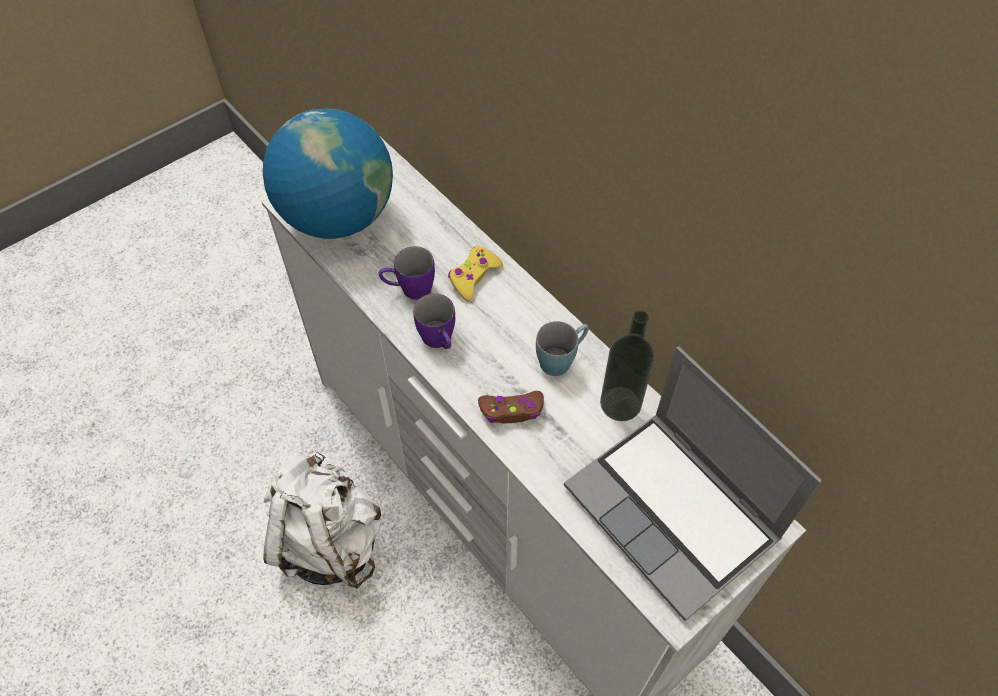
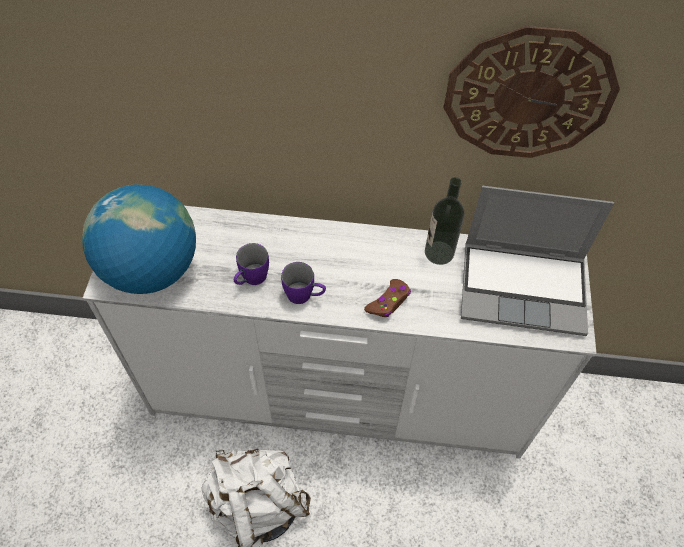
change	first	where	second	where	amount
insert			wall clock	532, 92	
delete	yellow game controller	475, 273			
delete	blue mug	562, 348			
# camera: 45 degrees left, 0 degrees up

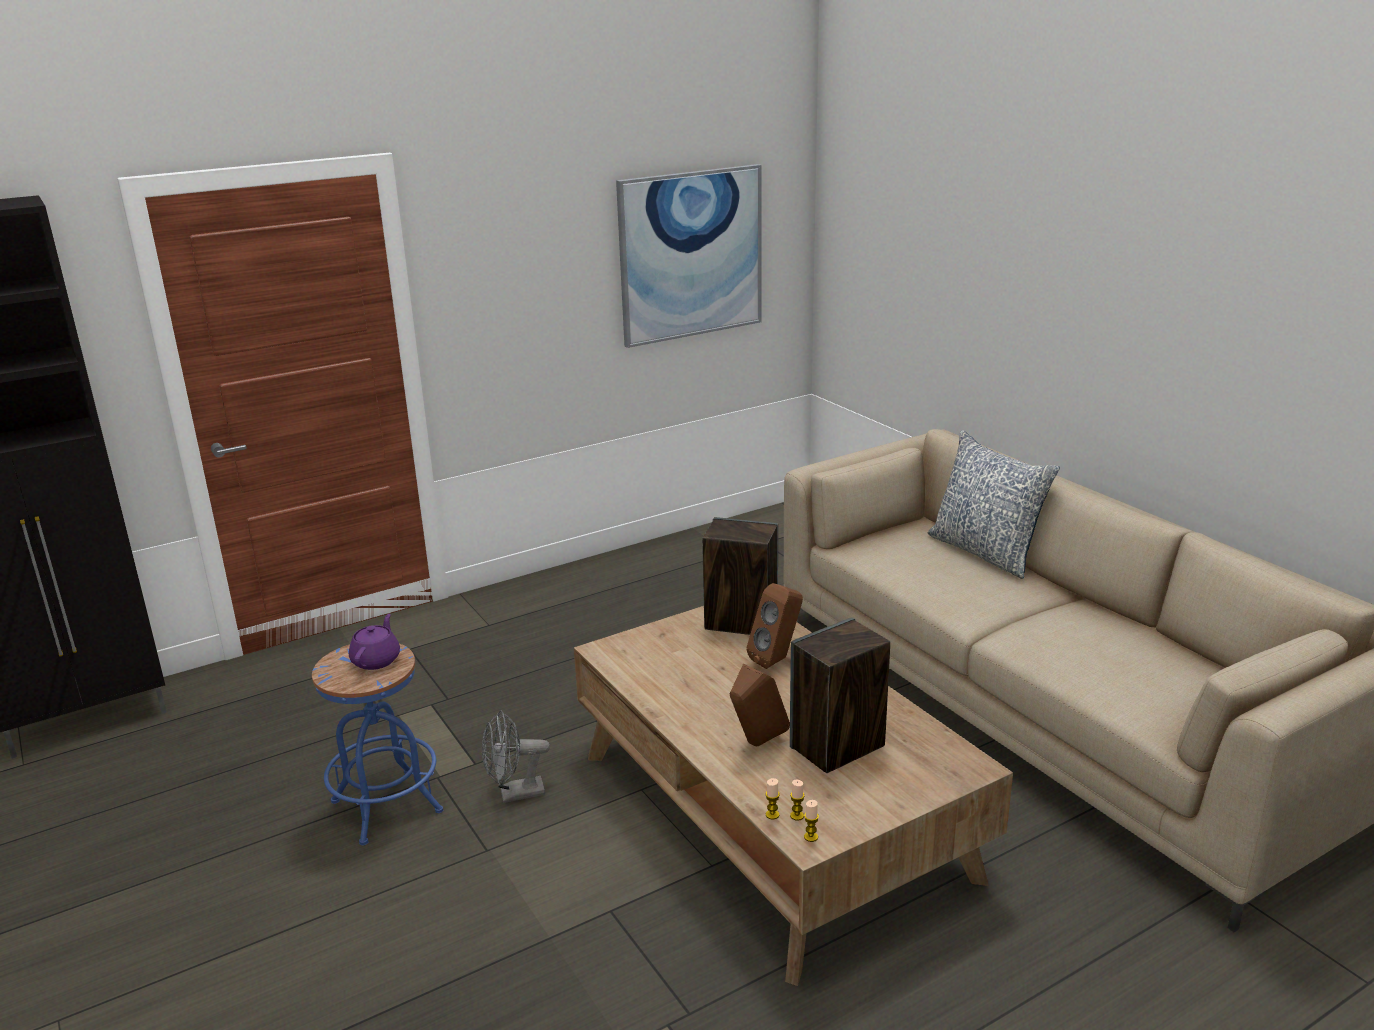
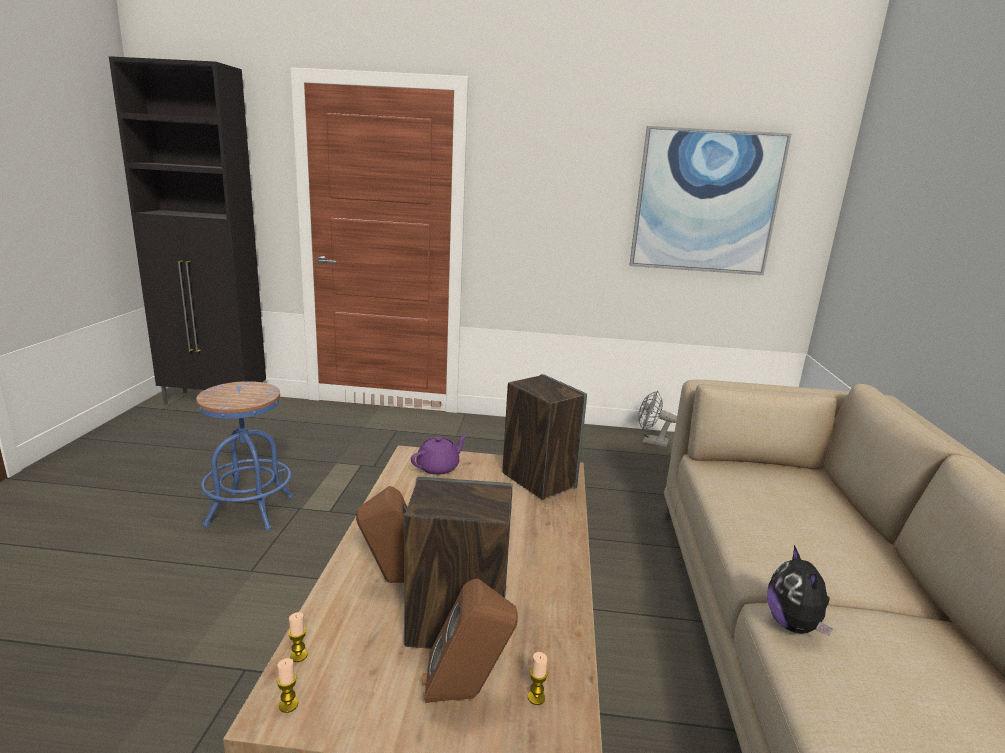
change	first	where	second	where	amount
move	purple teapot	374, 641		439, 455	
move	brown speaker	774, 626		470, 641	
move	candle	797, 800		538, 678	
move	grey fan	516, 756		657, 419	
insert			plush toy	799, 590	
delete	pillow	994, 505			
# camera: 35 degrees right, 5 degrees down

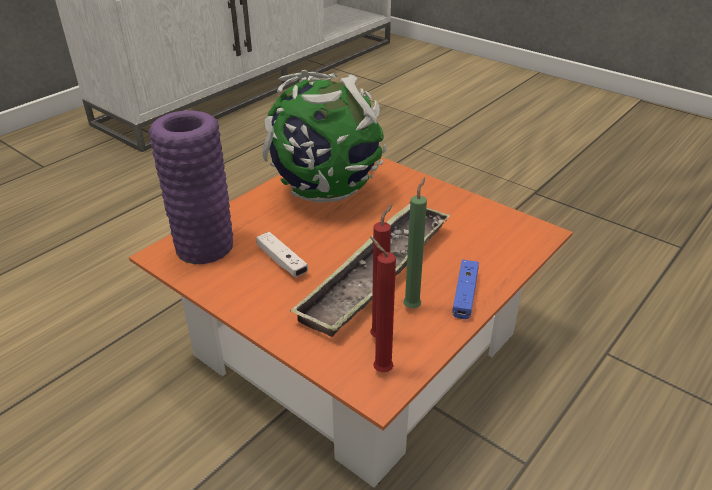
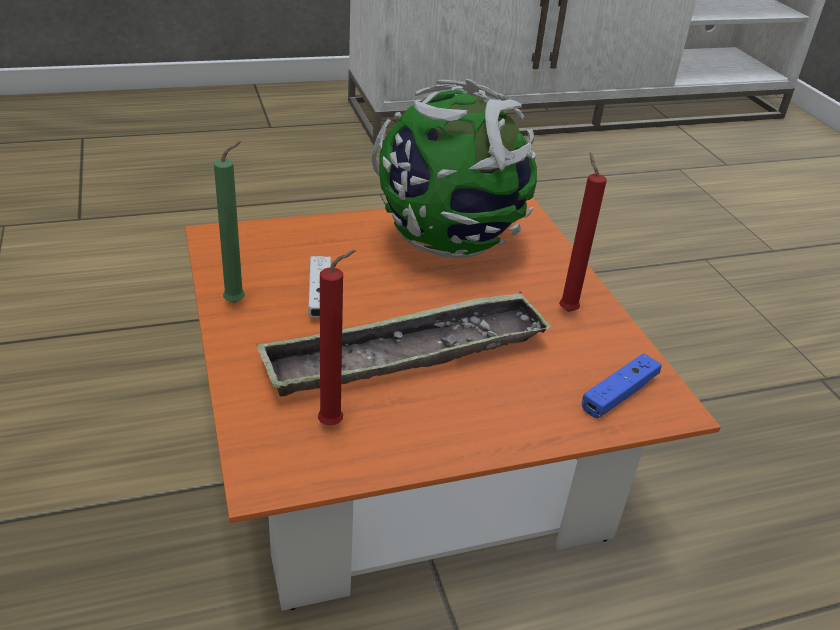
change	first	where	second	where	amount
move	green candle	415, 242		229, 222	
move	red candle	383, 304		583, 232	
move	blue game controller	465, 289		622, 385	
delete	purple vase	191, 187			
# camera: 30 degrees right, 0 degrees up

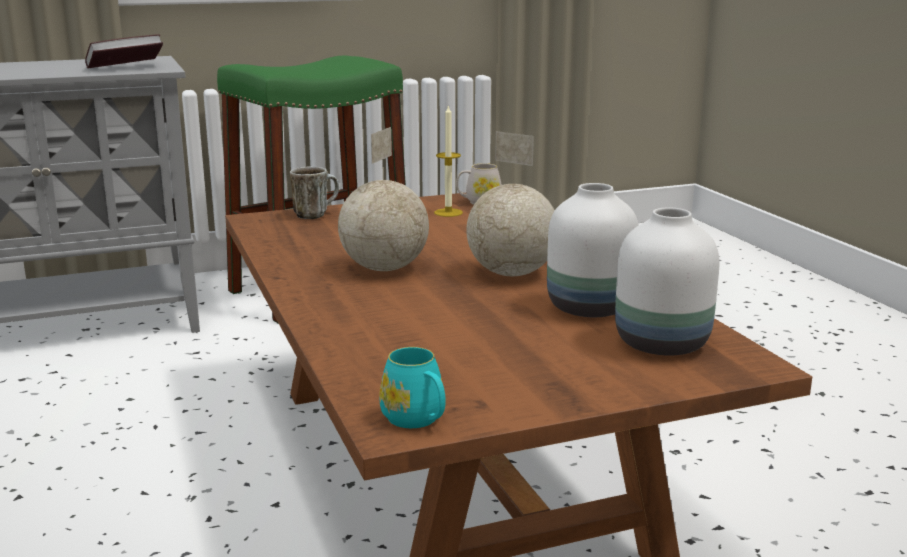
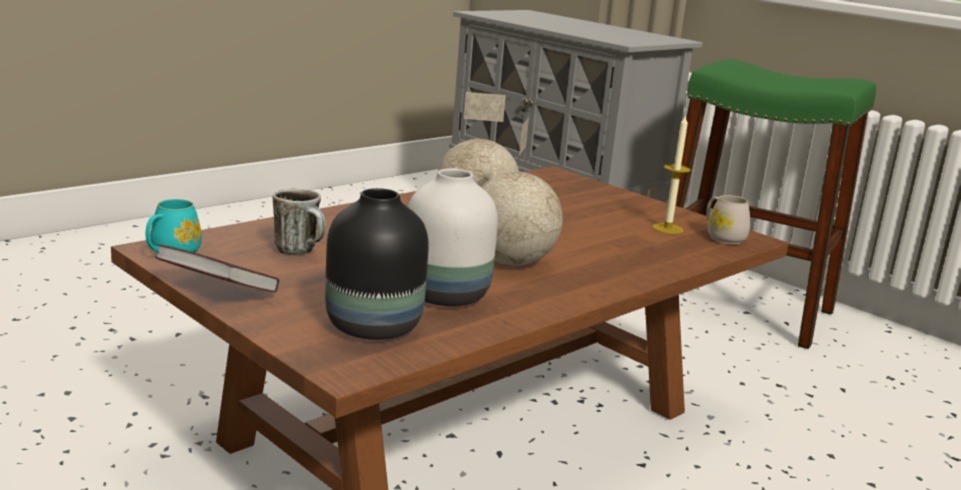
change	first	where	second	where	amount
move	book	124, 51		217, 268	
move	mug	314, 193		299, 222	
recolor	white vase	667, 281	black vase	377, 264	
# camera: 65 degrees right, 0 degrees up

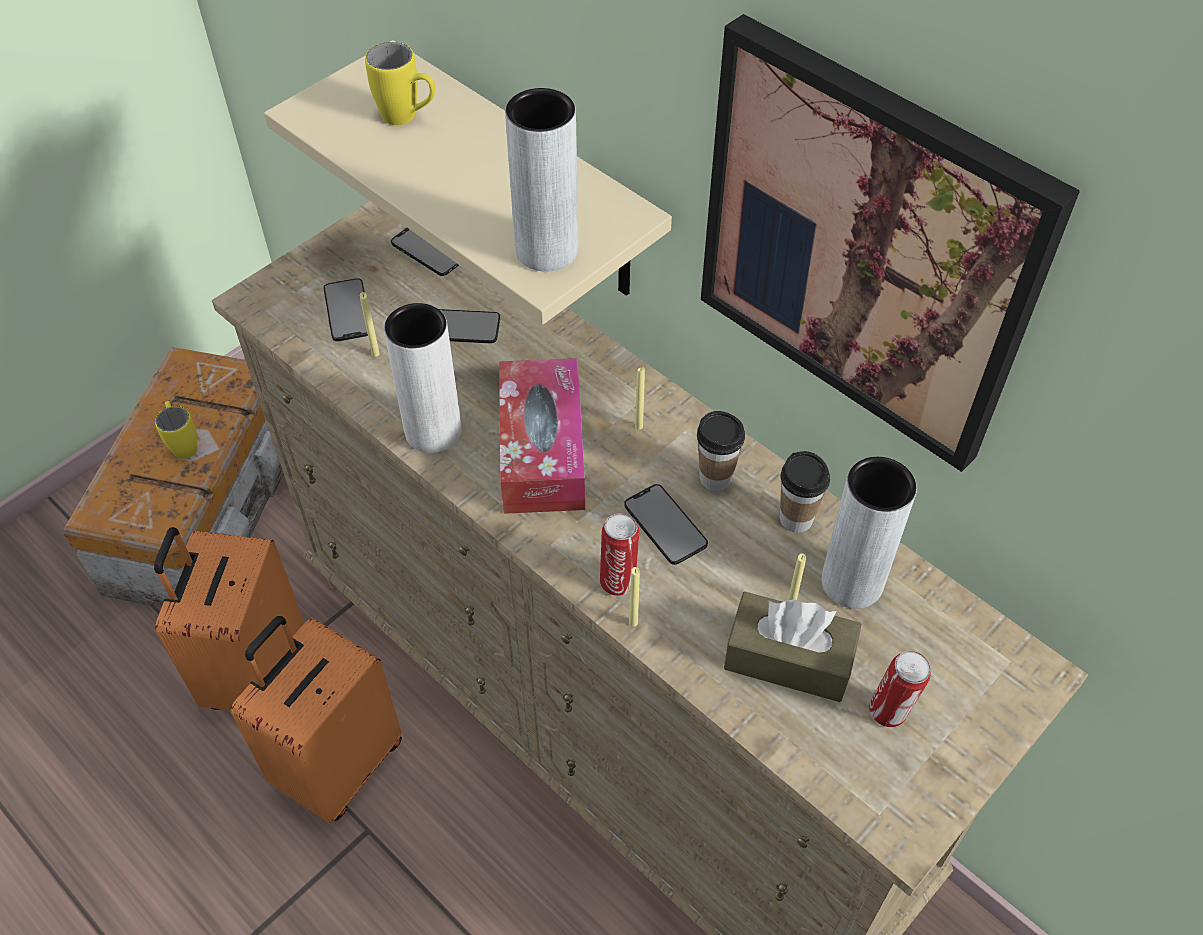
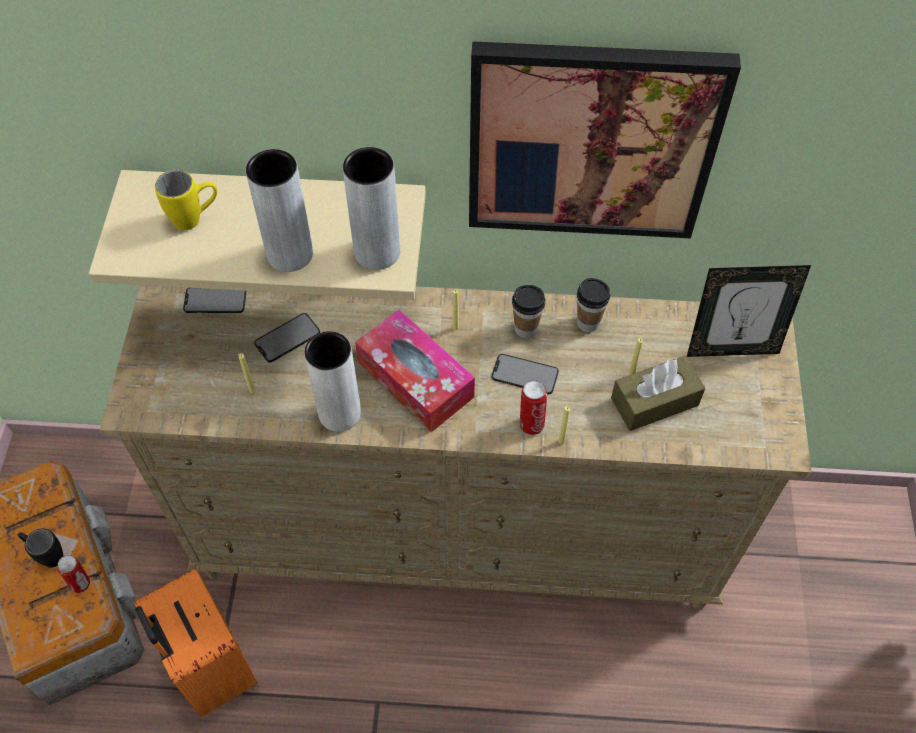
change	first	where	second	where	amount
recolor	yellow mug	176, 430	black mug	40, 548	
move	can	900, 689		73, 574	
move	grey vase	869, 533		279, 210	
insert			picture frame	749, 311	
delete	orange suitcase	316, 719			
delete	phone	345, 309			
# camera: 40 degrees left, 5 degrees up

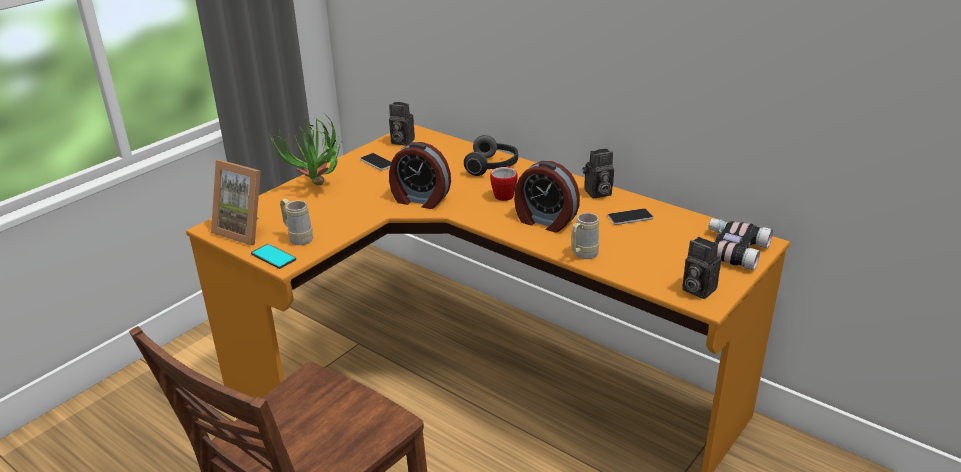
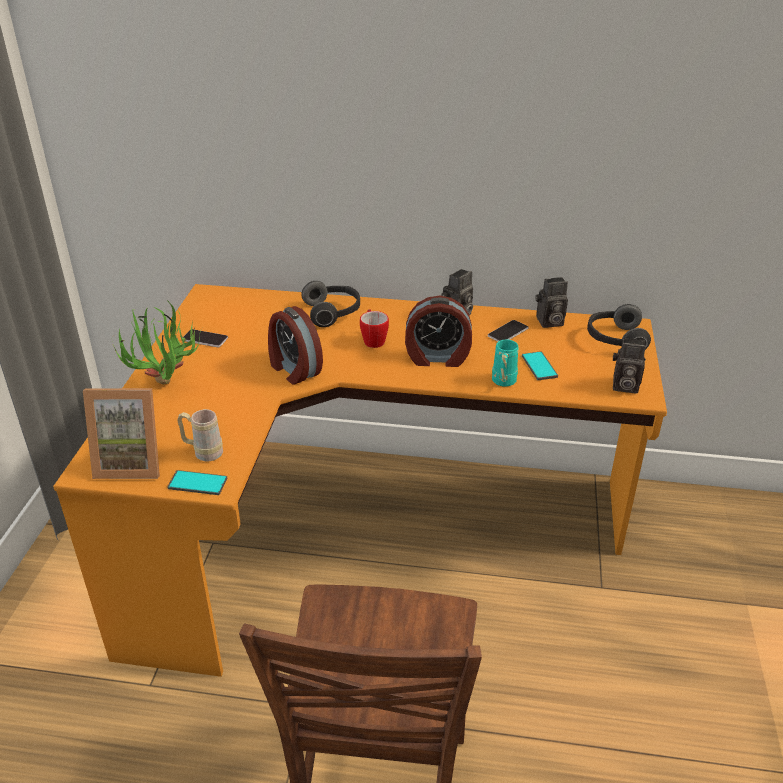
change	first	where	second	where	amount
rotate	alarm clock	420, 175		295, 345	60 degrees clockwise
recolor	beige mug	585, 236	turquoise mug	505, 363	
insert			phone	540, 365	
move	photo camera	402, 124		551, 302	
replace	binoculars	734, 244	headphones	619, 327	
# camera: 30 degrees left, 5 degrees up

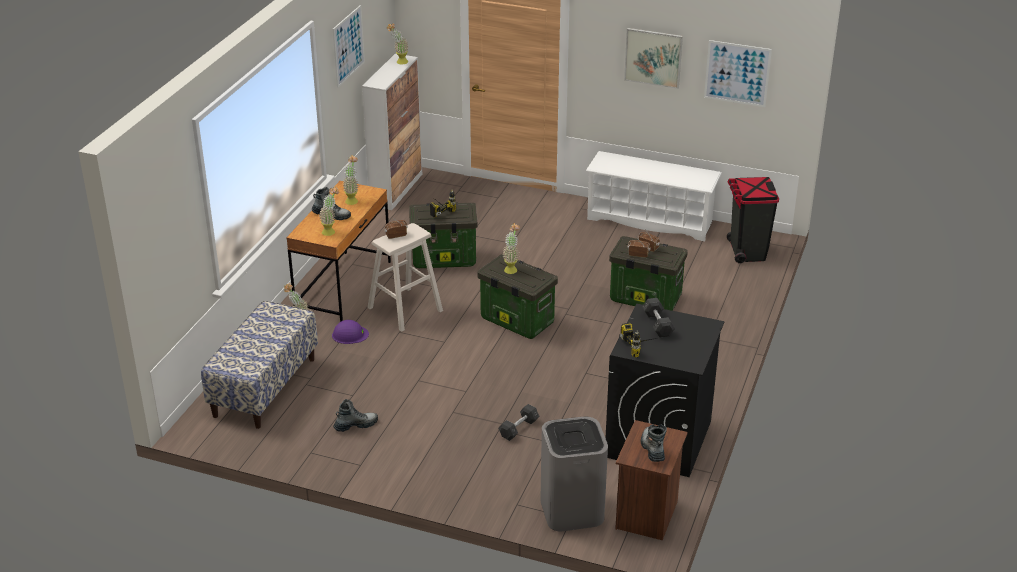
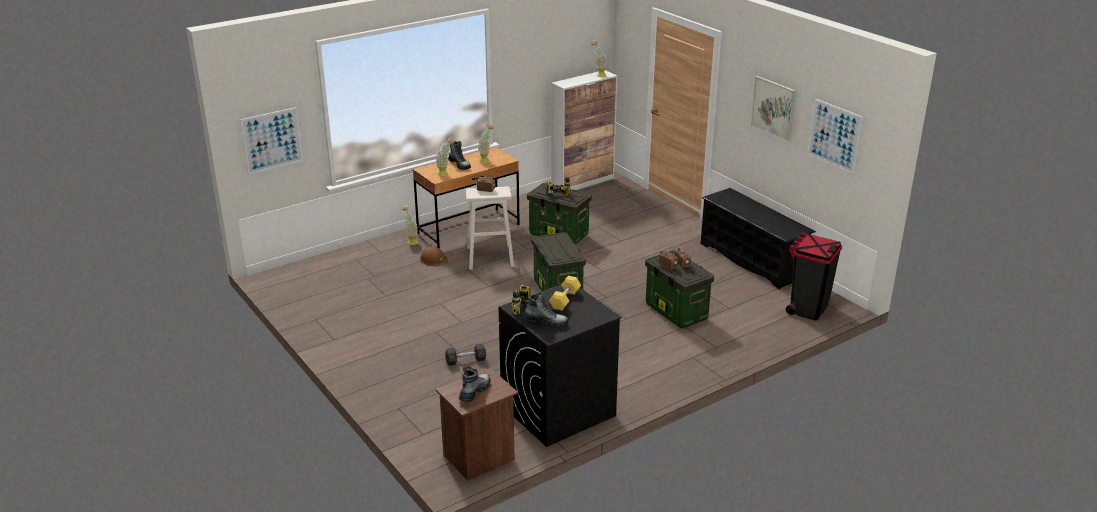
change	first	where	second	where	amount
move	picture	349, 46		271, 140	
recolor	purple hard hat	350, 332	brown hard hat	434, 256	
move	boot	355, 415		545, 309	
recolor	grey dumbbell	658, 318	yellow dumbbell	565, 293	
recolor	white shoe rack	654, 196	black shoe rack	758, 238	
delete	bench	259, 365			
delete	potted plant	511, 248			
delete	grey trash can	574, 473			
# camera: 35 degrees right, 5 degrees down

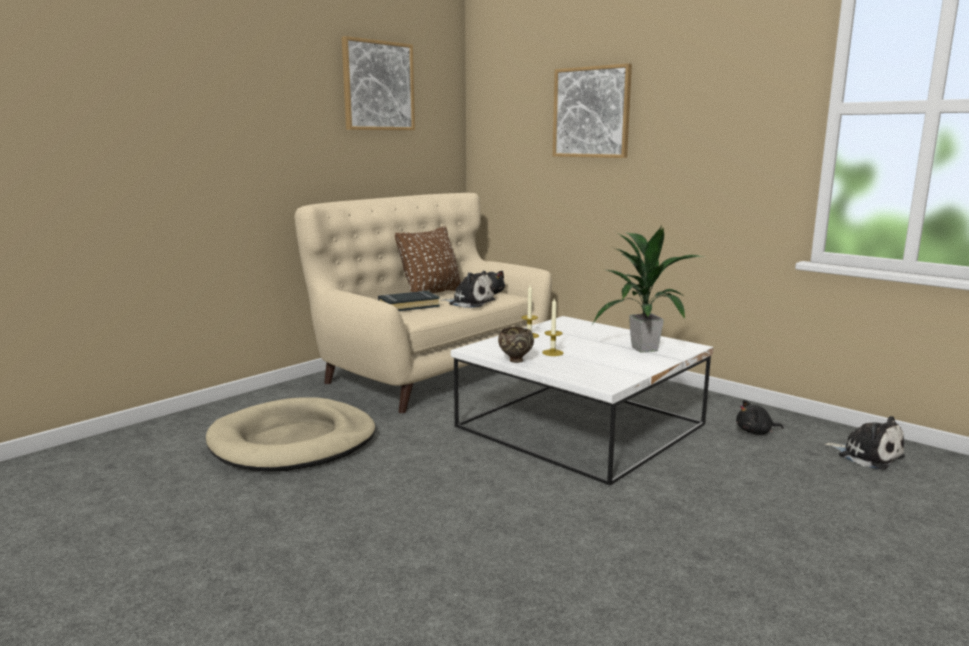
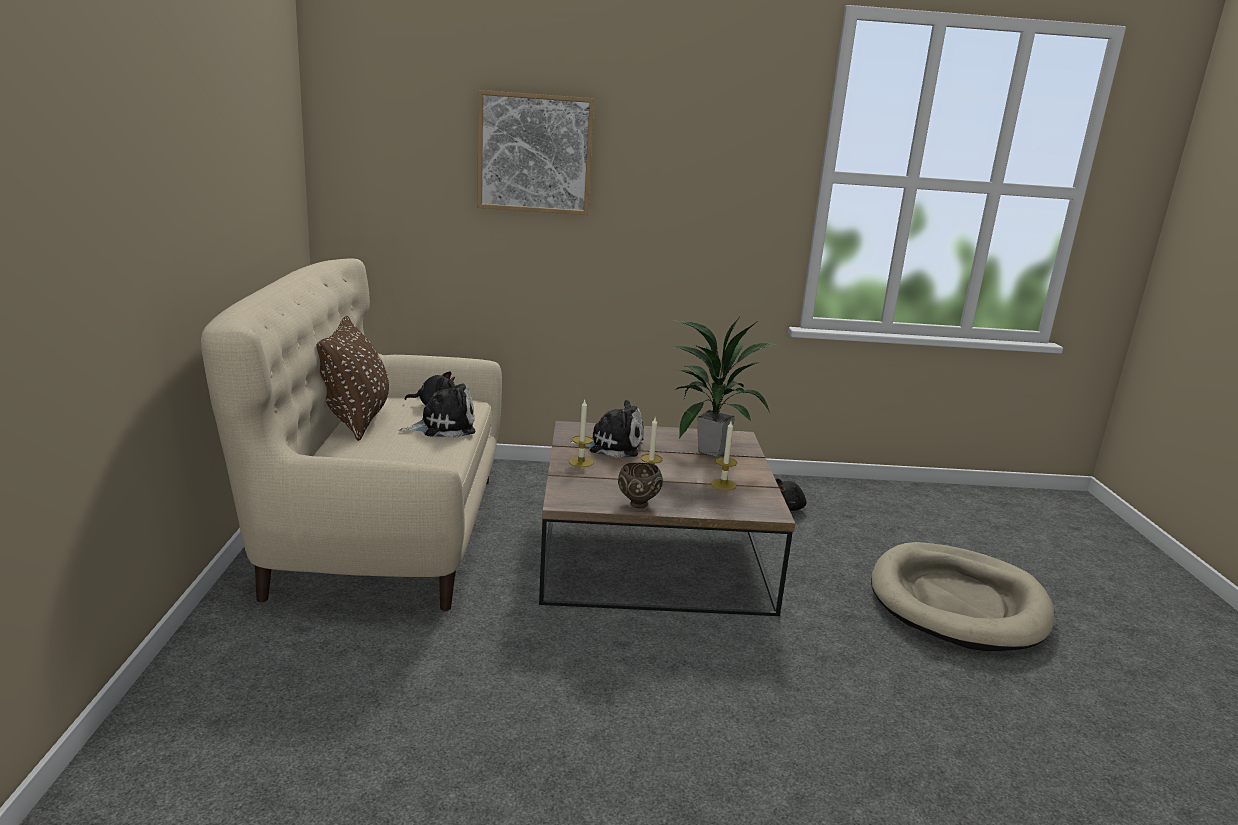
change	first	where	second	where	amount
recolor	white coffee table	582, 400	brown coffee table	667, 518	
move	plush toy	864, 443		606, 429	
insert			candle	724, 455	
move	beige dog bed	291, 434		963, 596	
delete	picture	378, 83			
delete	black book	409, 301			
# camera: 45 degrees left, 5 degrees up

